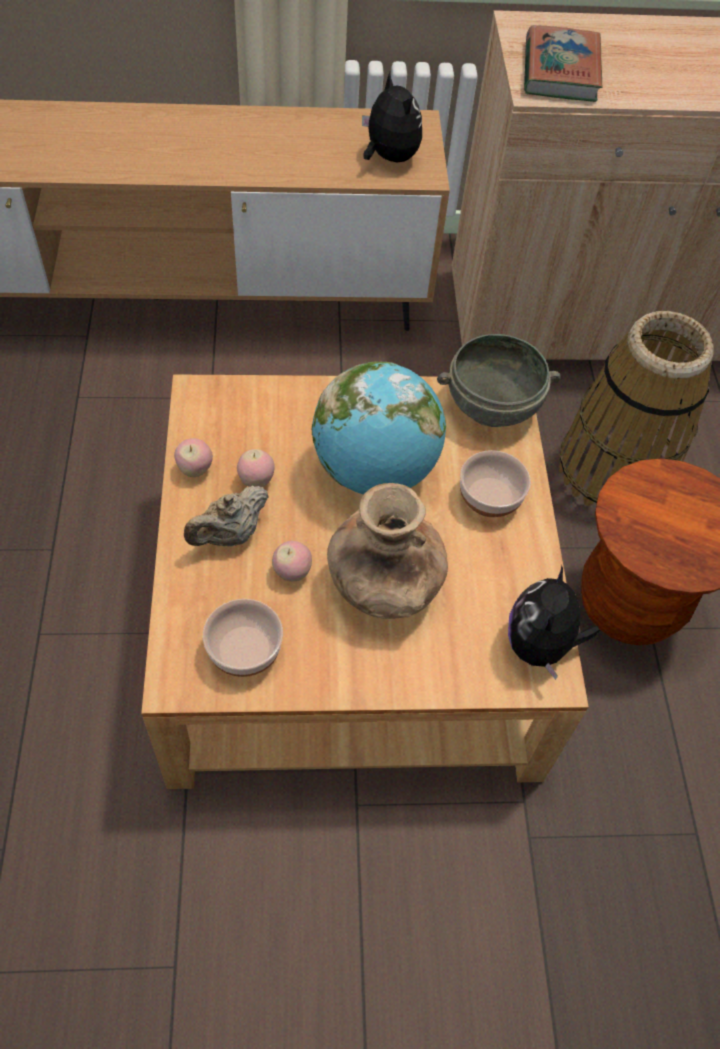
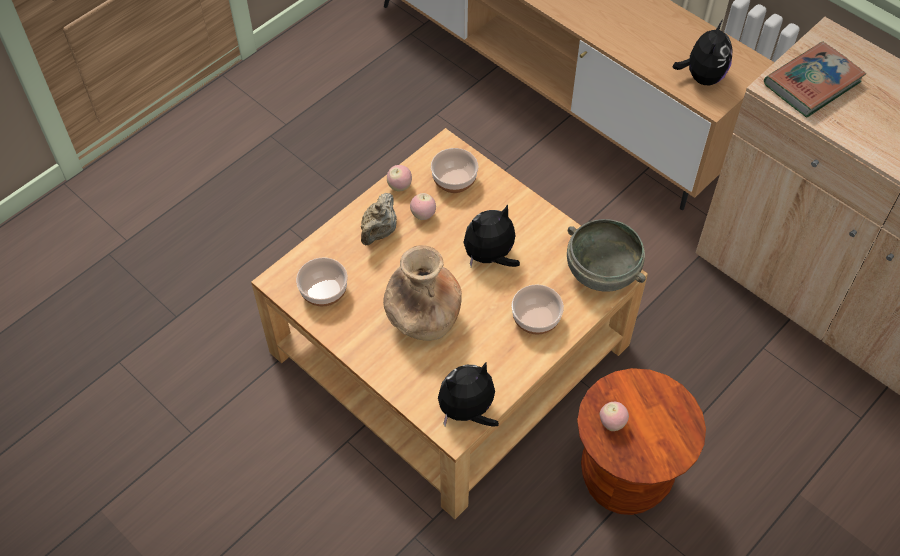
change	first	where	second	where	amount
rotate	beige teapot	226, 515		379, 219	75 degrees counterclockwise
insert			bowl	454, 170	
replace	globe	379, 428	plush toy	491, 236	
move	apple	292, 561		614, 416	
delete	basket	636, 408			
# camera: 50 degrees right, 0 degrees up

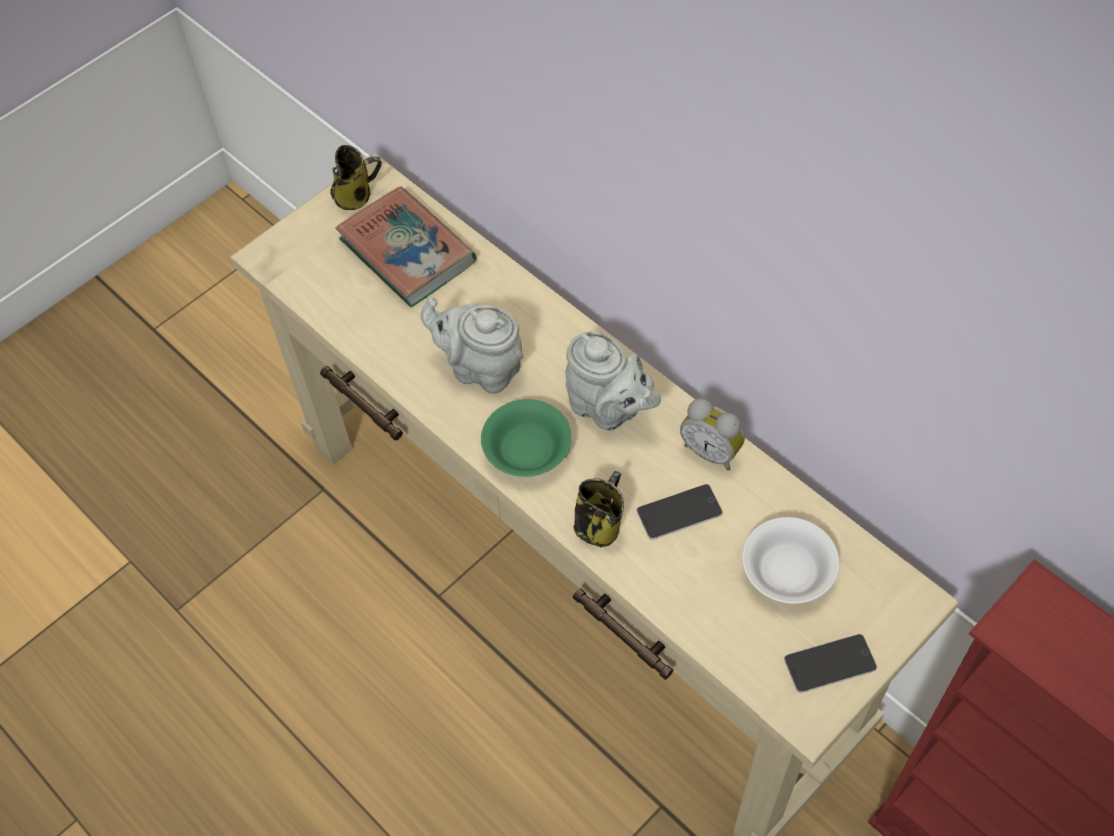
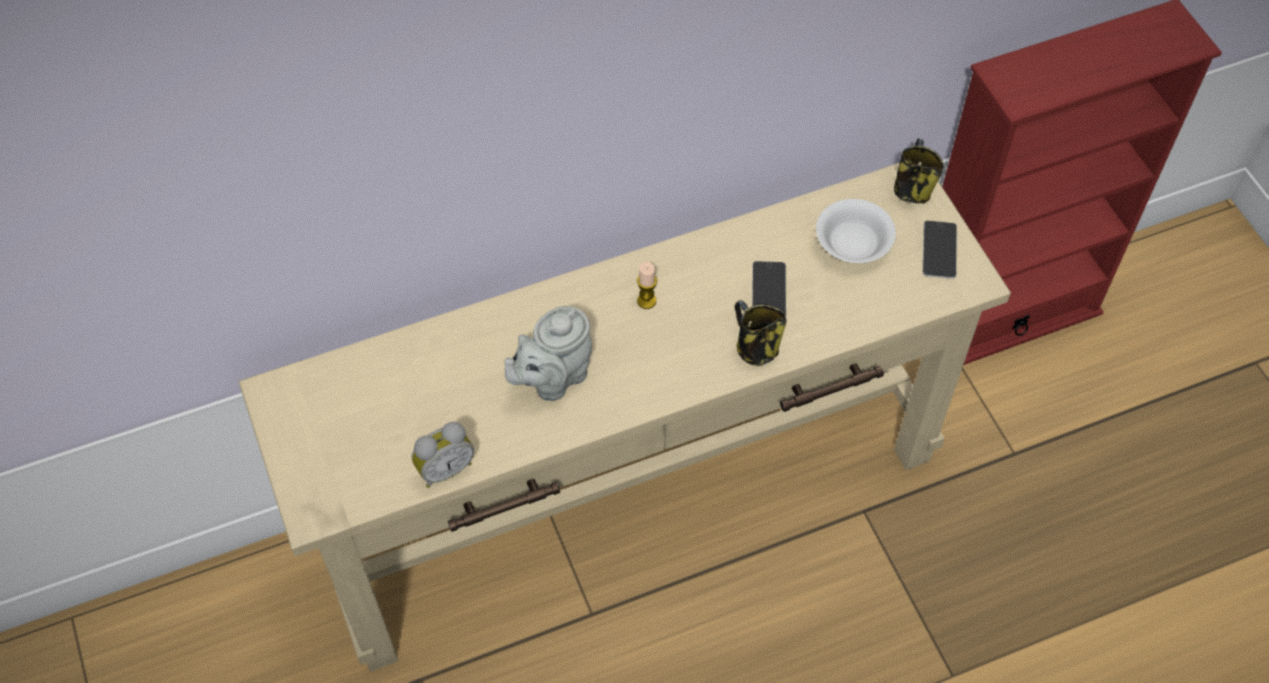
change	first	where	second	where	amount
move	alarm clock	712, 434		443, 455	
replace	grey teapot	613, 381	candle	647, 285	
move	mug	356, 177		919, 171	
delete	book	405, 247			
delete	green bowl	526, 438			
# camera: 70 degrees left, 0 degrees up

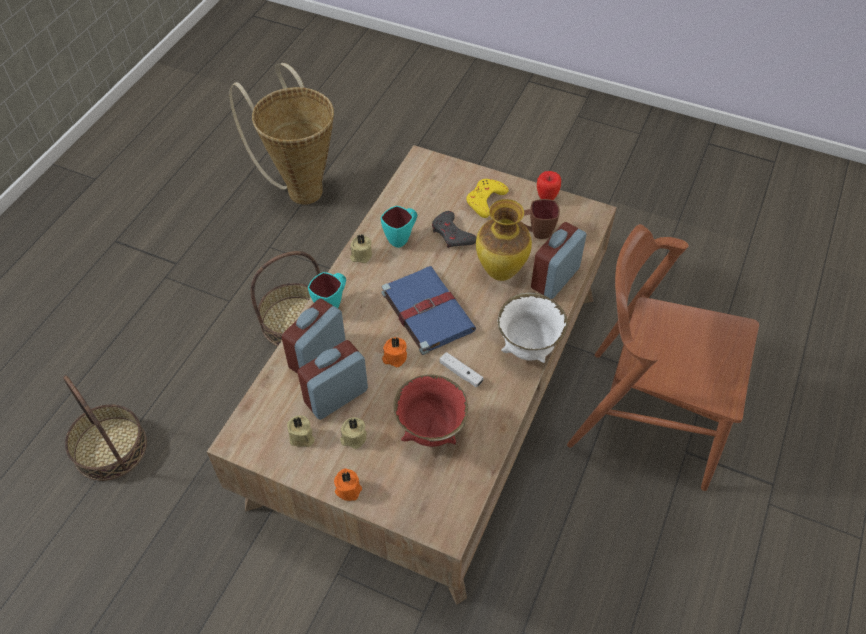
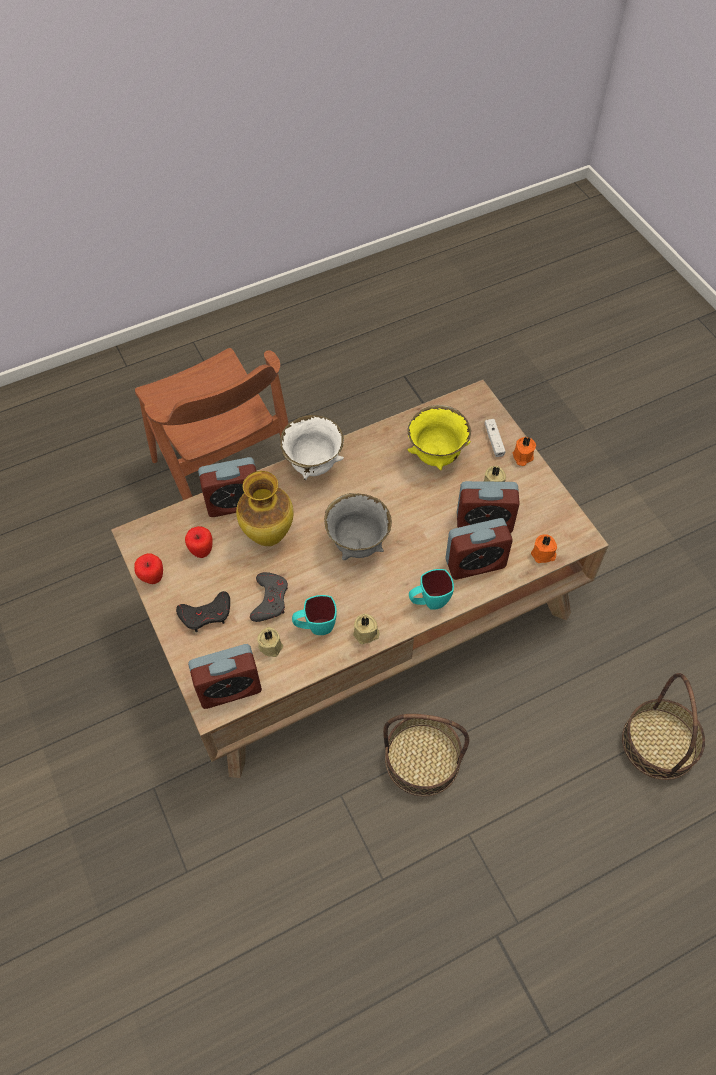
change	first	where	second	where	amount
recolor	yellow game controller	487, 198	black game controller	203, 611	
replace	brown mug	540, 219	apple	199, 542	
insert			alarm clock	225, 676	
move	beige candle	301, 431		270, 642	
replace	blue book	428, 310	grey bowl	358, 526	
recolor	red bowl	431, 410	yellow bowl	439, 437	
move	white game controller	461, 369		495, 438	
move	orange candle	394, 352		544, 548	
delete	basket	281, 134			
# camera: 140 degrees left, 5 degrees up

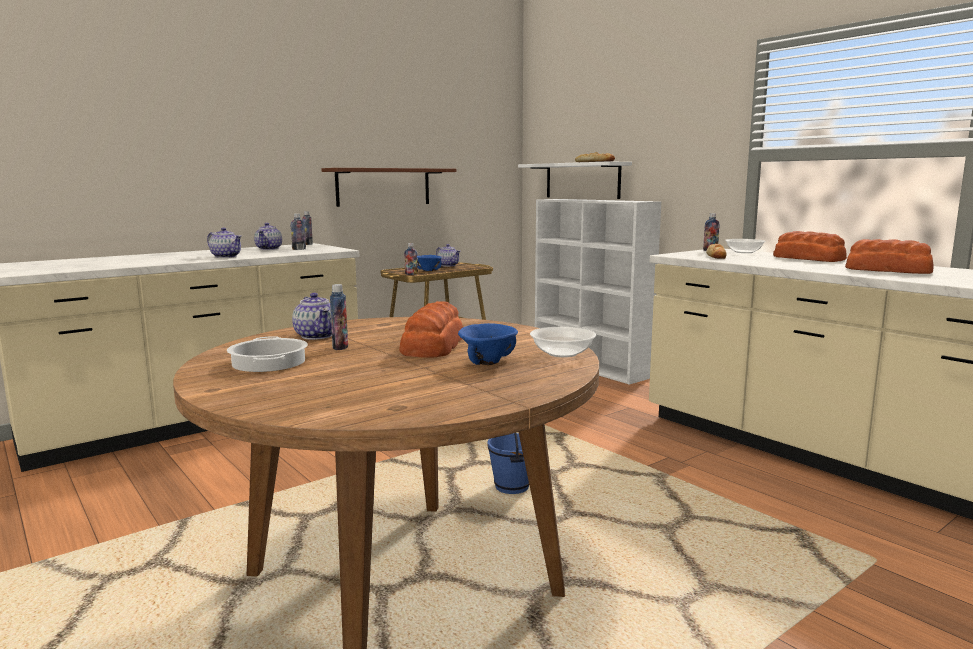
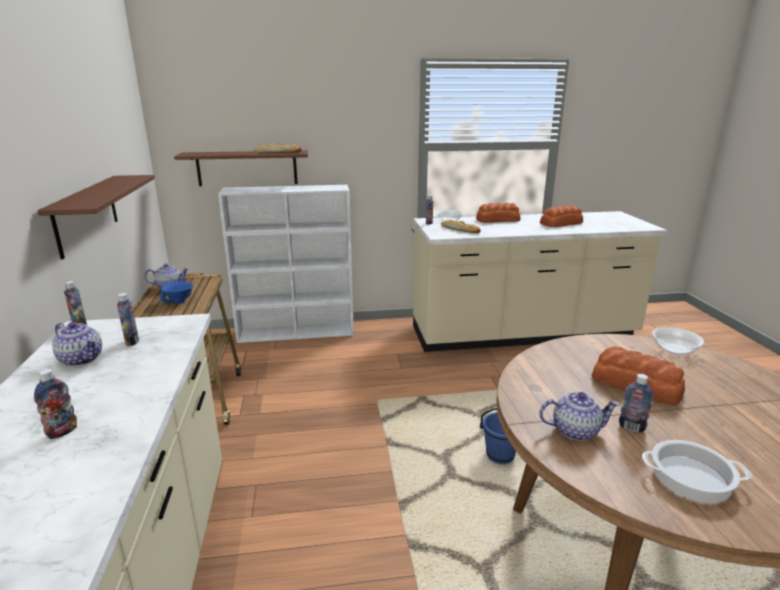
change	first	where	second	where	amount
move	bottle	411, 259		55, 404	
recolor	white shelf	575, 180	brown shelf	241, 168	
delete	teapot	224, 242			
delete	blue bowl	488, 344			
# camera: 60 degrees left, 10 degrees up

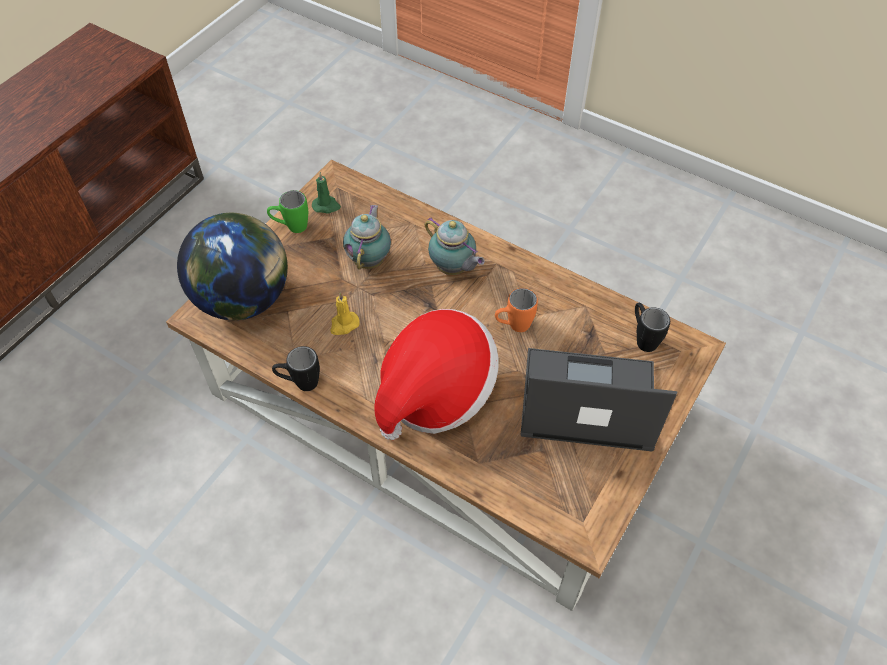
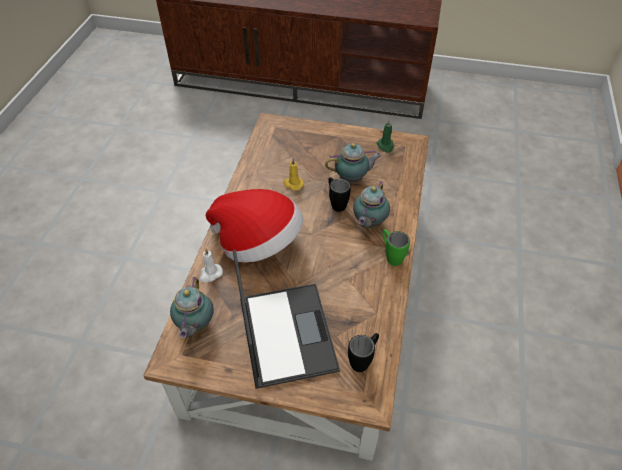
change	first	where	second	where	amount
insert			teapot	192, 307	
insert			white candle	211, 265	
move	black mug	296, 368		339, 194	
move	green mug	287, 211		396, 247	
delete	globe	232, 266			
delete	orange mug	516, 310			
# camera: 70 degrees right, 5 degrees down

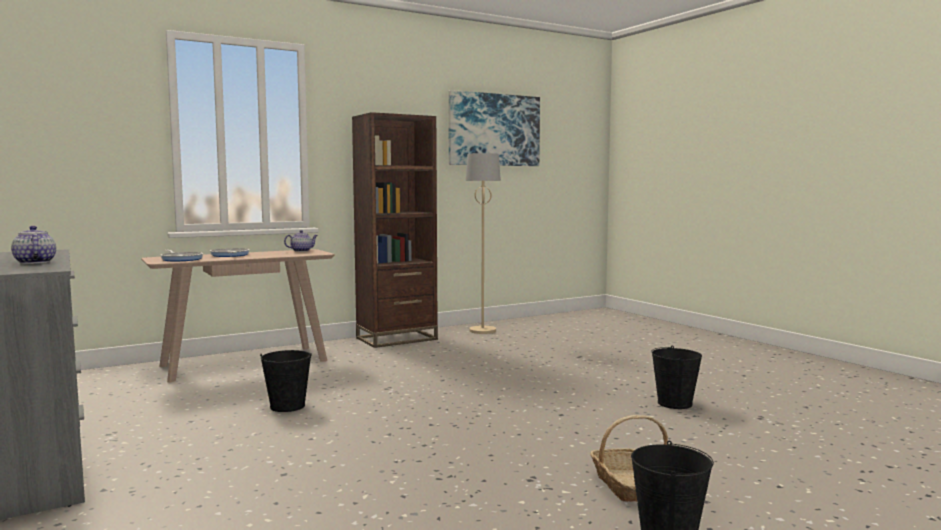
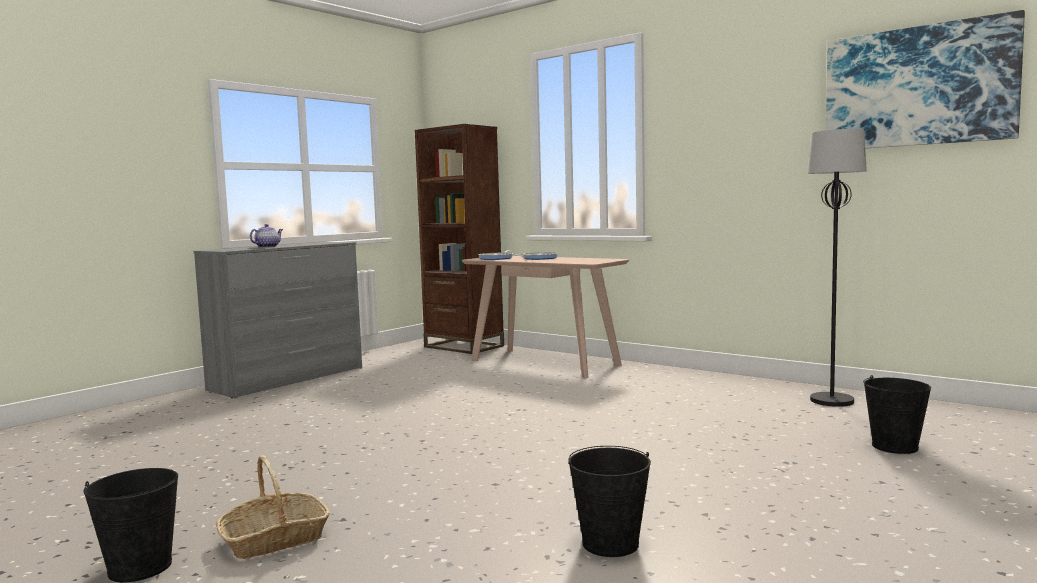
change	first	where	second	where	amount
move	brown bookcase	395, 230		459, 239	
recolor	beige floor lamp	483, 243	black floor lamp	837, 268	
move	black bucket	286, 381		897, 414	
delete	teapot	301, 241			
# camera: 70 degrees right, 0 degrees up

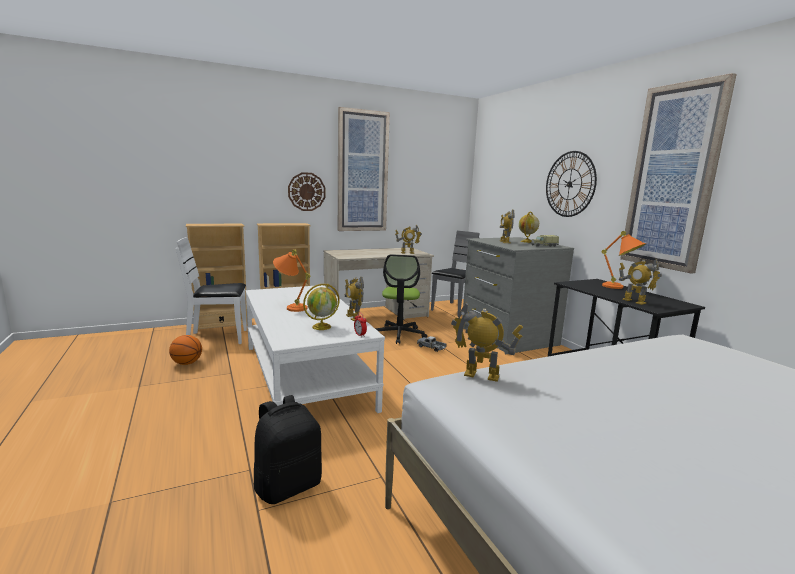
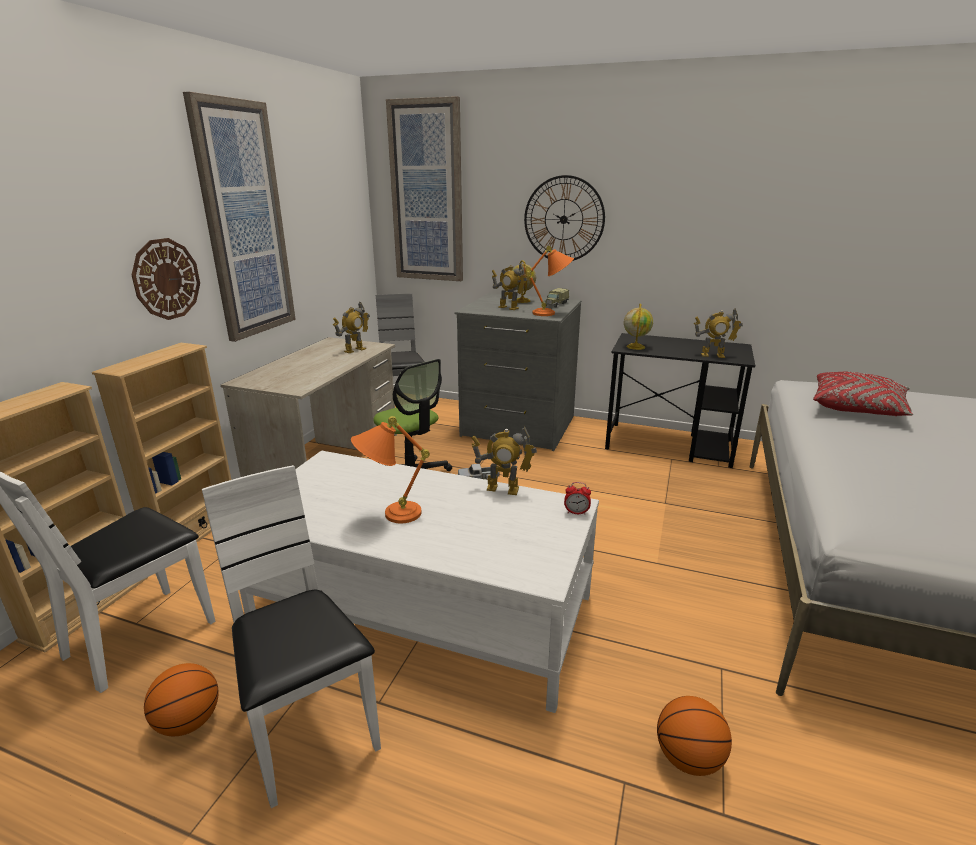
change	first	where	second	where	amount
insert			white chair	291, 636	
move	picture	678, 173		424, 188	
move	orange table lamp	624, 260		550, 281	
move	globe	321, 307		638, 326	
replace	black backpack	288, 449	basketball	694, 736	
insert			red pillow	863, 394	
delete	toy robot	487, 342			
# camera: 45 degrees left, 10 degrees up

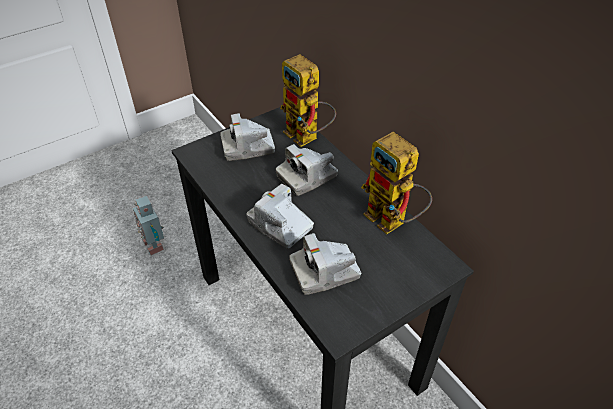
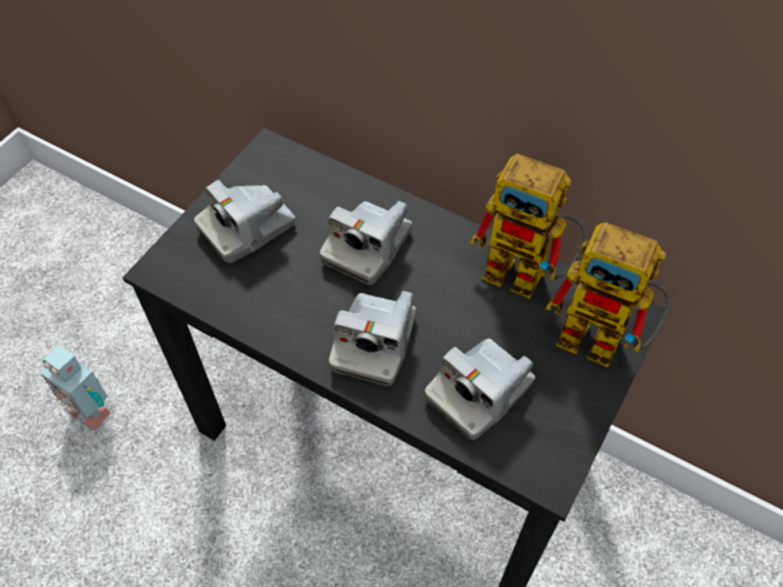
change	first	where	second	where	amount
rotate	photo camera	280, 216		372, 338	90 degrees counterclockwise
move	toy robot	308, 100		608, 294	
# camera: 25 degrees left, 10 degrees up

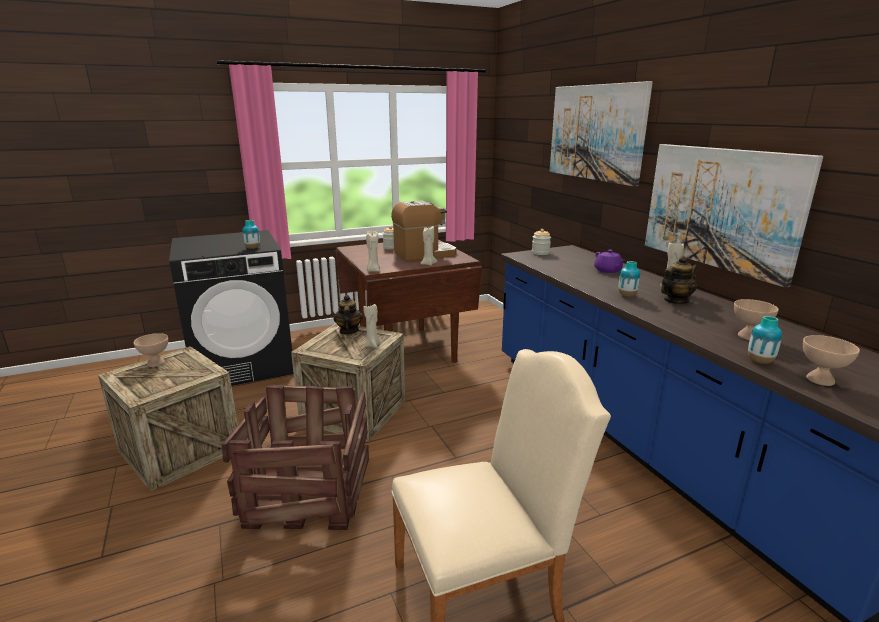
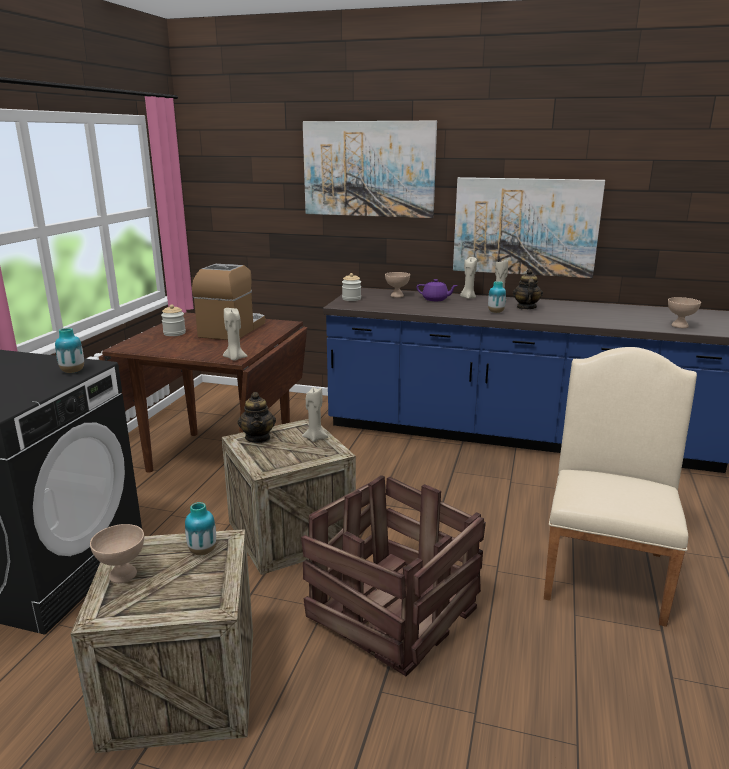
change	first	where	second	where	amount
move	vase	765, 340		200, 528	
rotate	teapot	348, 314		257, 417	135 degrees counterclockwise
move	beige bowl	756, 319		397, 285	
move	beige candle	429, 246		468, 278	
# camera: 50 degrees left, 0 degrees up

